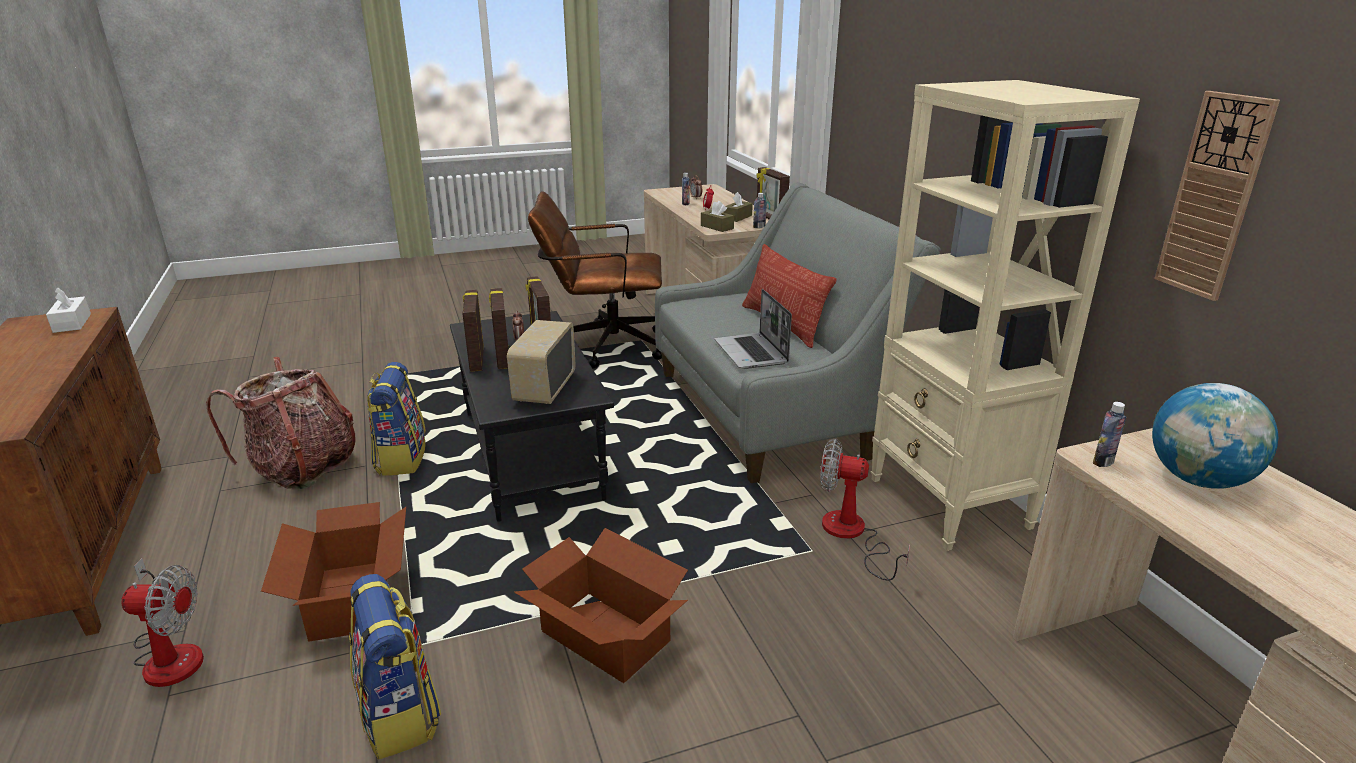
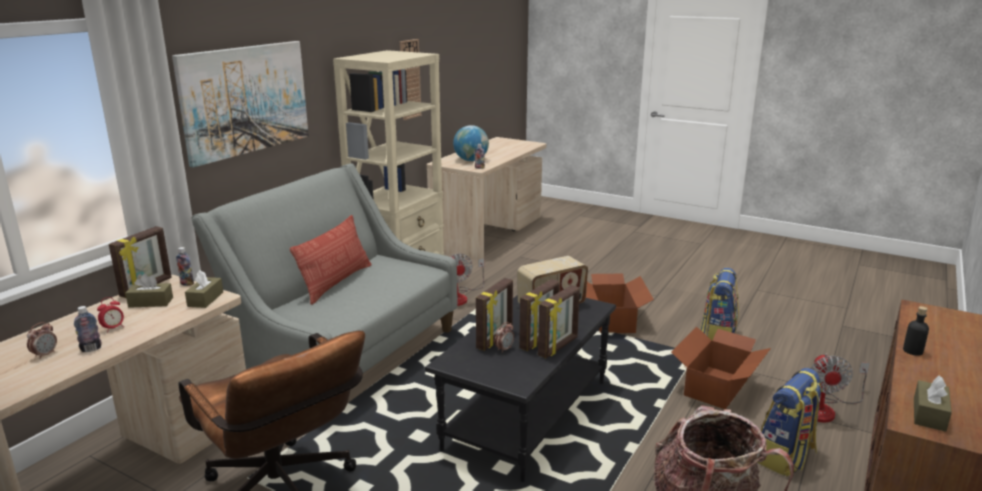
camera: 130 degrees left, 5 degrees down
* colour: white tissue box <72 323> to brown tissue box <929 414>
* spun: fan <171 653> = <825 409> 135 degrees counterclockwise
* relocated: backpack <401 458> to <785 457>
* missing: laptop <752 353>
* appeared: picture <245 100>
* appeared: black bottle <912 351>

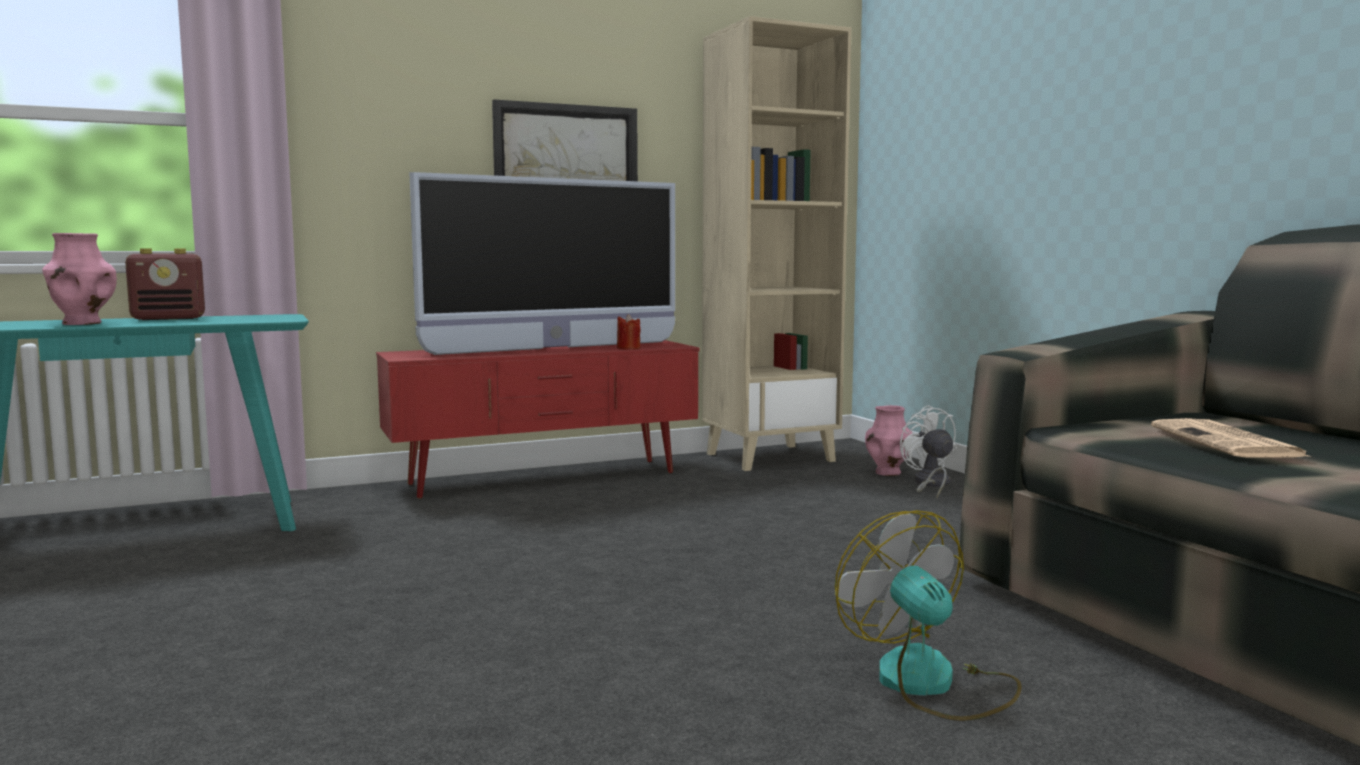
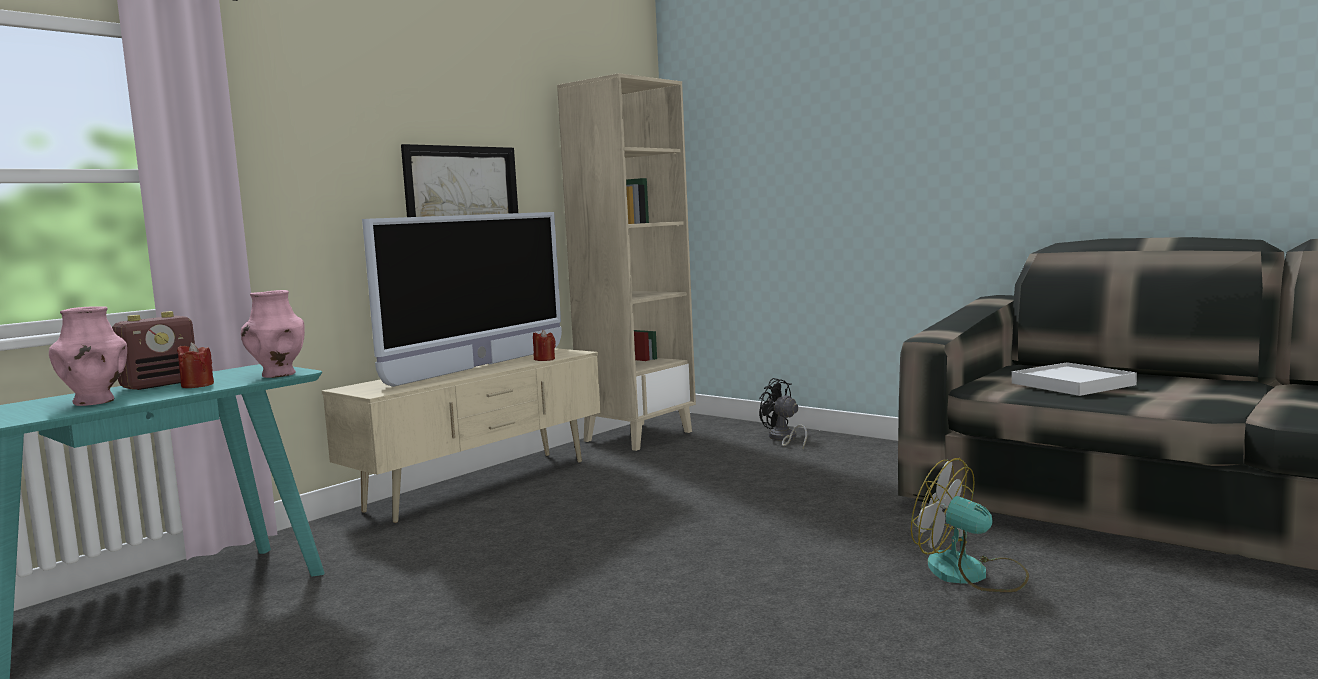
camera: 25 degrees left, 0 degrees up
* colour: red tv stand <544 479> to beige tv stand <481 485>
* relocated: pink vase <888 473> to <278 375>
* colour: white fan <930 484> to black fan <783 439>
* exchanged: newspaper <1228 442> to white tray <1073 384>
* appeared: red candle <197 385>

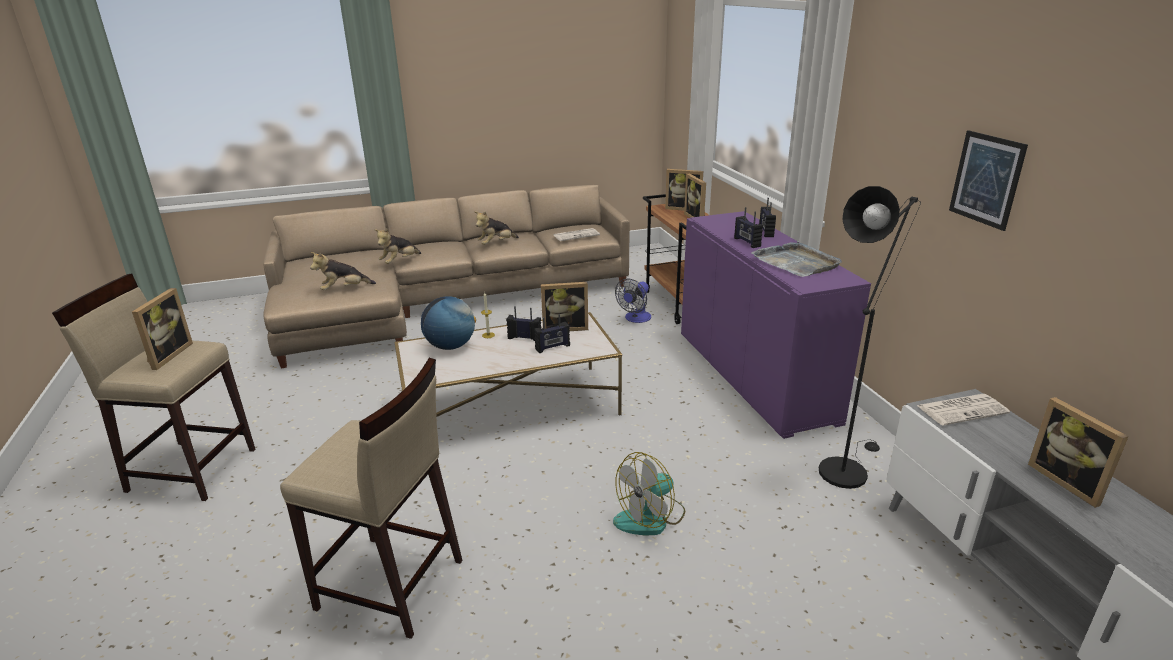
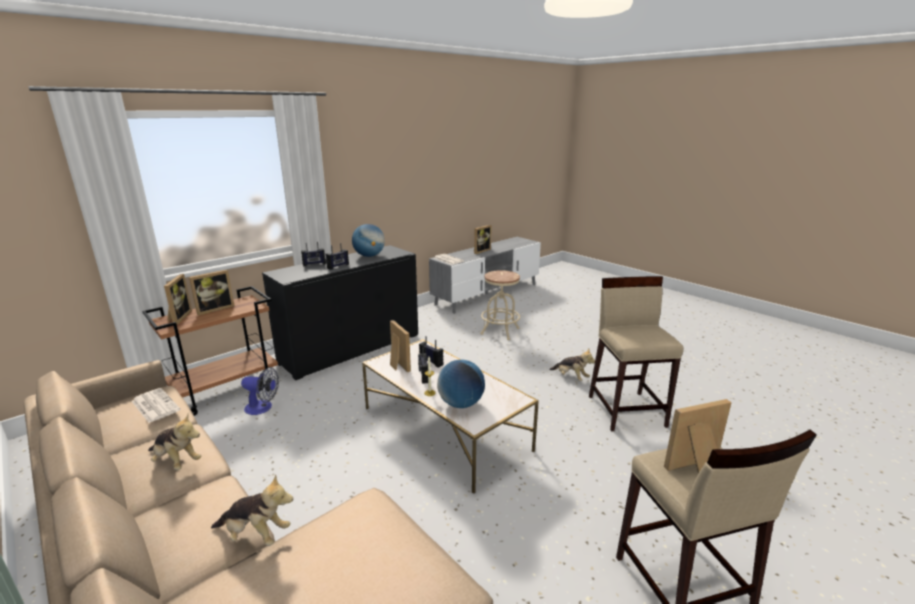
camera: 115 degrees left, 5 degrees down
* relocated: plush toy <344 289> to <571 377>
* missing: fan <650 517>
* colour: purple cabinet <754 375> to black cabinet <351 349>
* exchanged: grey tray <796 262> to globe <369 256>
* missing: black floor lamp <845 468>
* missing: picture <986 179>
* appeared: beige stool <500 331>

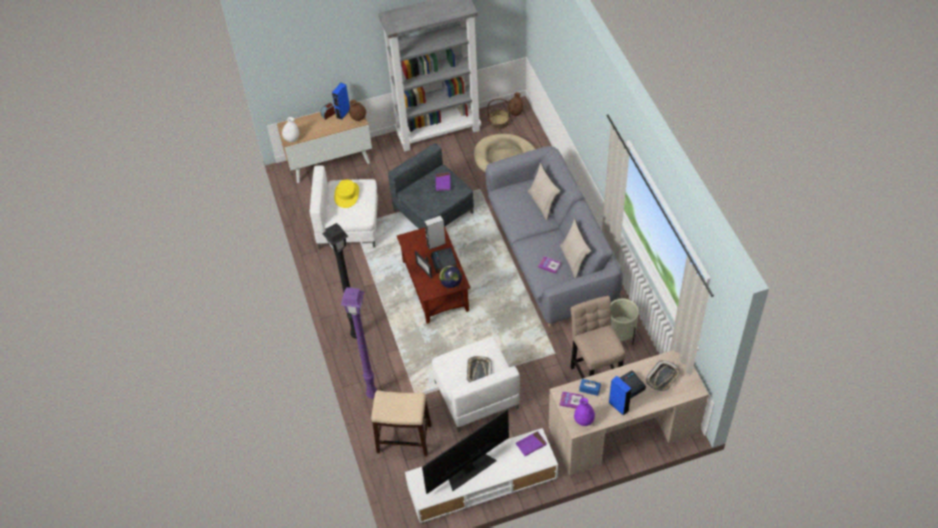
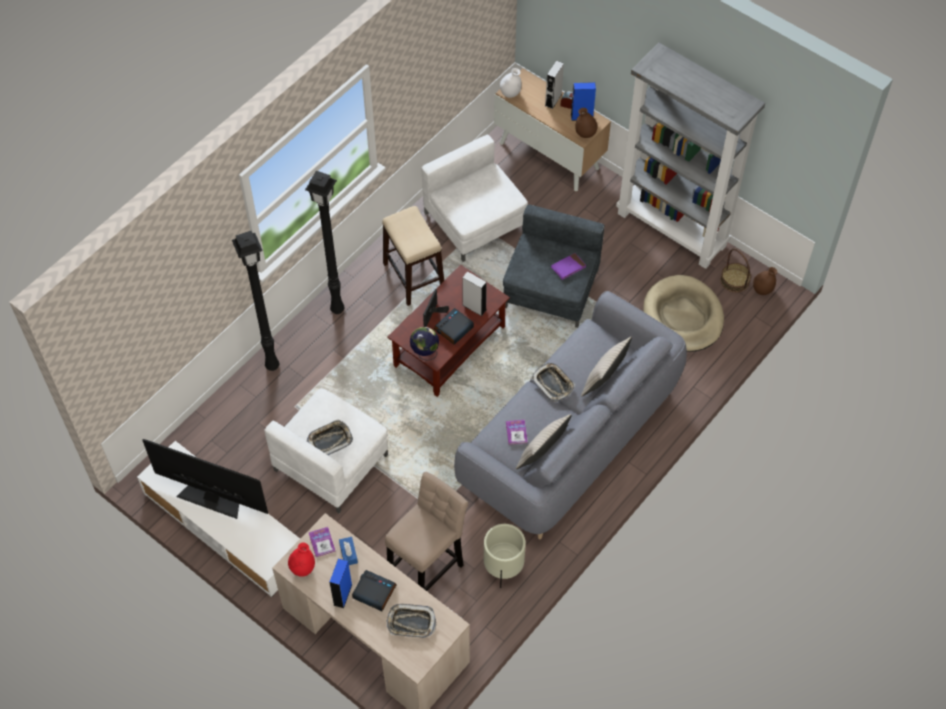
camera: 55 degrees right, 5 degrees up
* missing: yellow hat <347 195>
* colour: purple floor lamp <371 395> to black floor lamp <271 365>
* relocated: stool <403 438> to <413 276>
* missing: purple book <531 444>
* colour: purple vase <584 420> to red vase <303 568>
* appeared: tray <553 383>
* appeared: grey speaker <553 100>

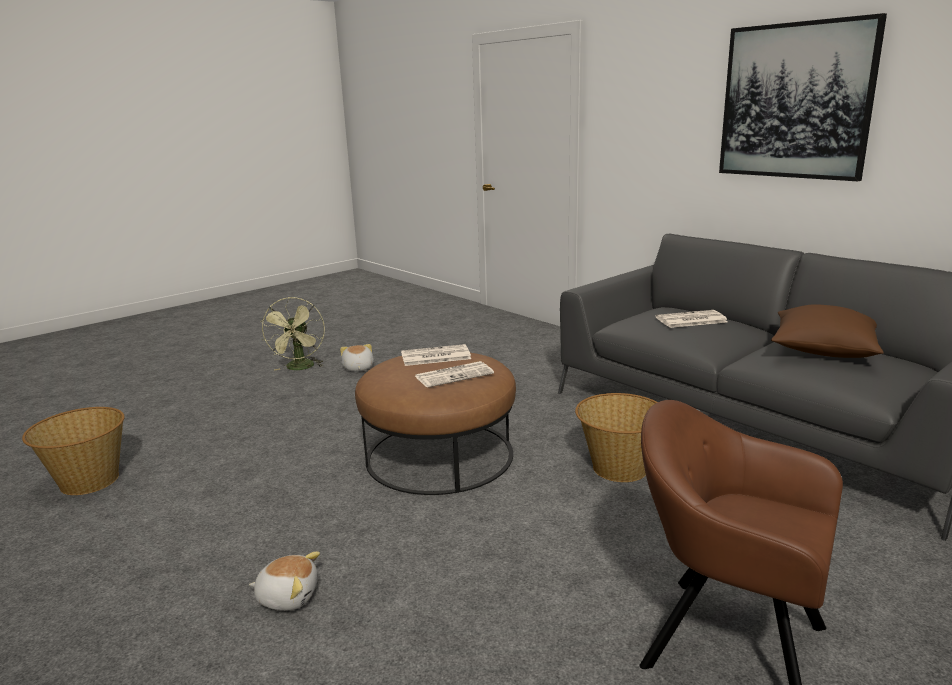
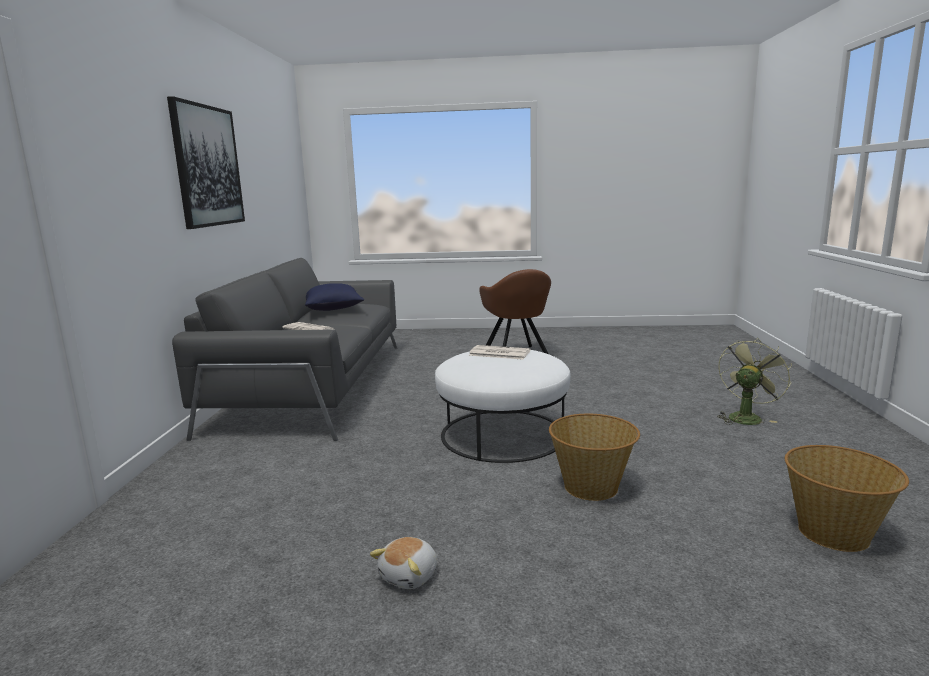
camera: 135 degrees left, 5 degrees down
* missing: plush toy <288 596>
* relocated: green fan <300 368> to <746 417>
* colour: brown ottoman <440 455> to white ottoman <503 434>
* missing: newspaper <435 356>
* relocated: basket <618 468> to <592 487>
* colour: brown pillow <823 351> to blue pillow <333 309>

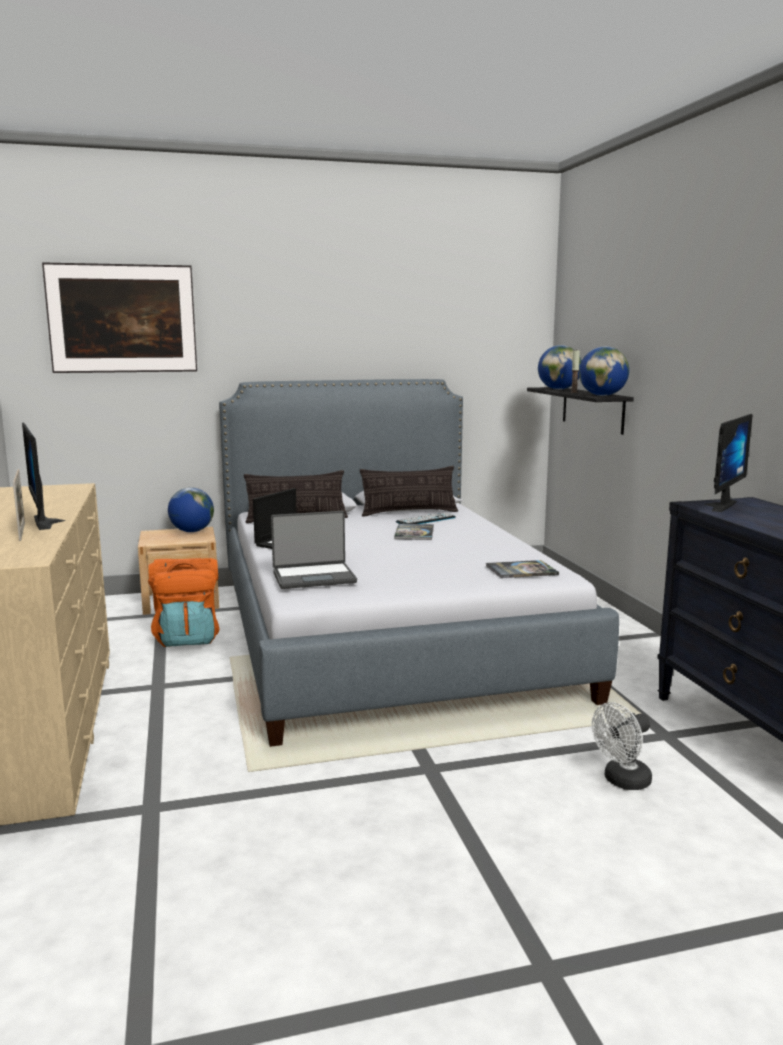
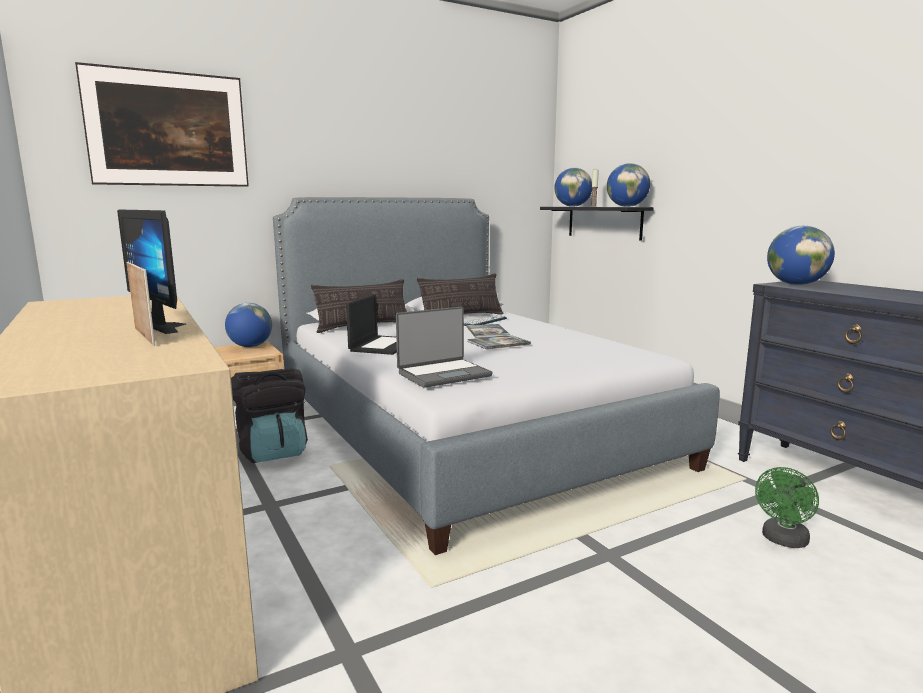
camera: 15 degrees left, 0 degrees up
* colour: orange backpack <187 638> to black backpack <273 452>
* relocated: book <521 570> to <498 343>
* colour: white fan <622 781> to green fan <783 541>
* exchanged: monitor <716 505> to globe <796 284>

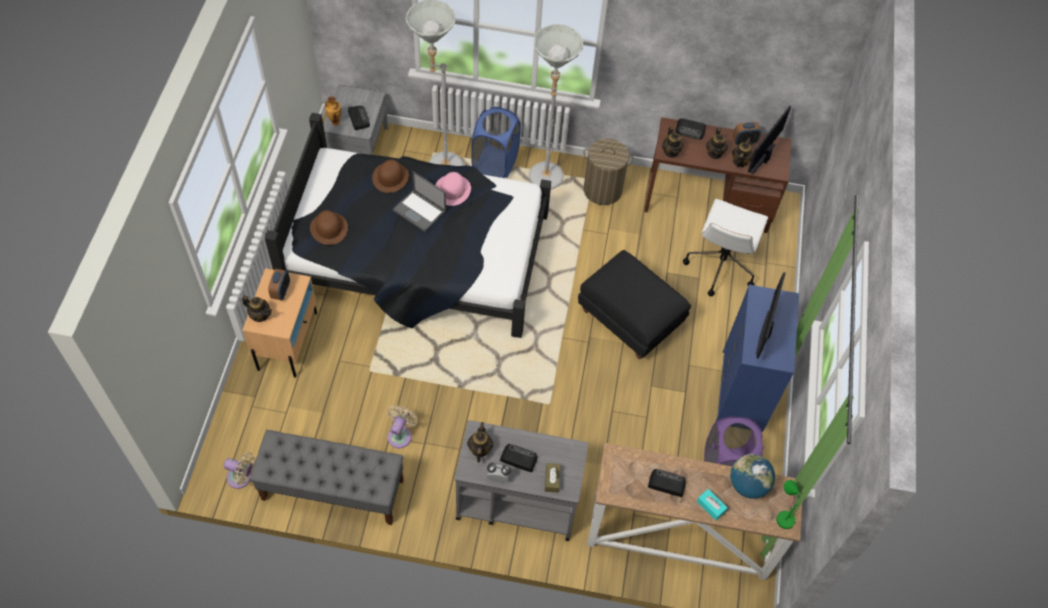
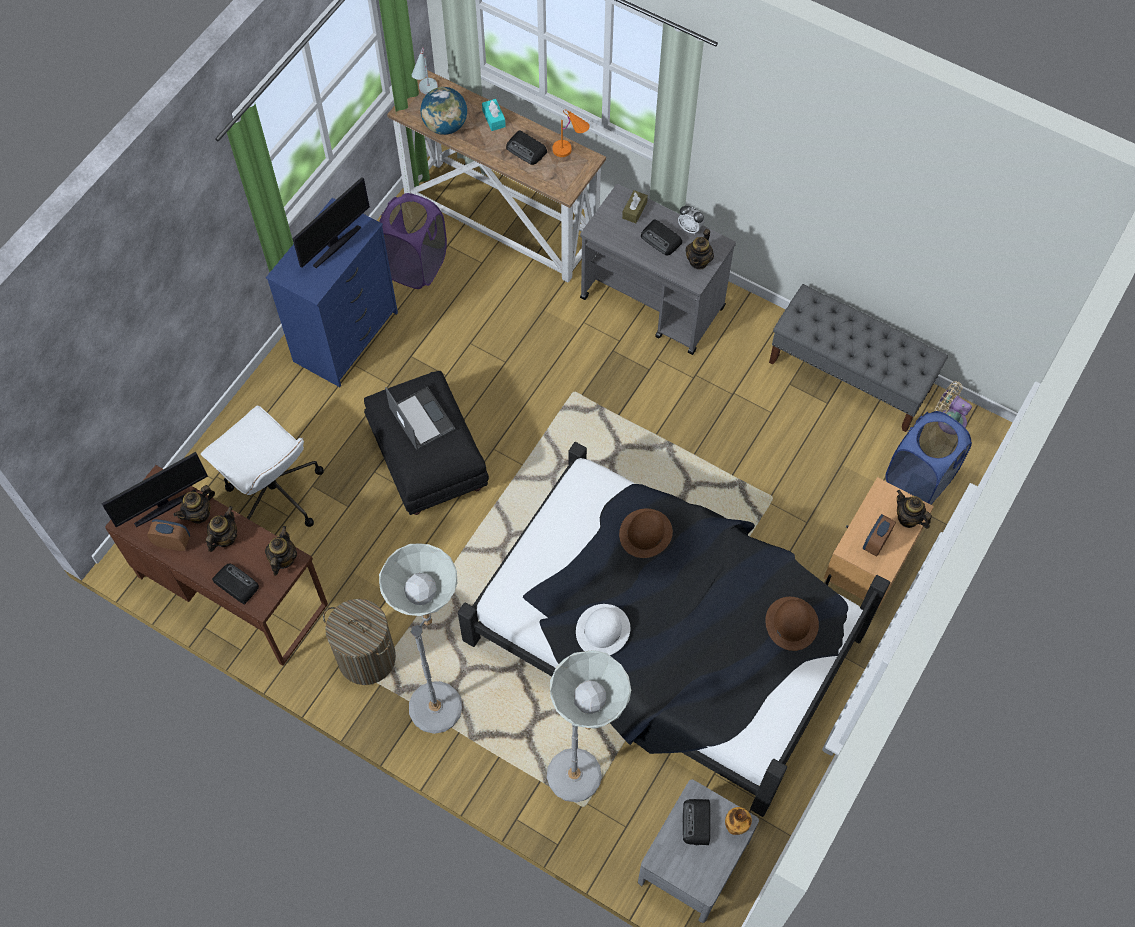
camera: 155 degrees left, 5 degrees up
* relocated: brown hat <390 177> to <645 533>
* missing: beige fan <400 434>
* relocated: laptop <420 211> to <421 418>
* colour: pink hat <452 190> to white hat <603 630>
* relocated: blue laundry basket <495 164> to <918 480>
* spun: white office chair <720 265> = <274 493> 90 degrees clockwise
* colour: green table lamp <783 512> to white table lamp <425 94>
* appeared: orange table lamp <570 151>

